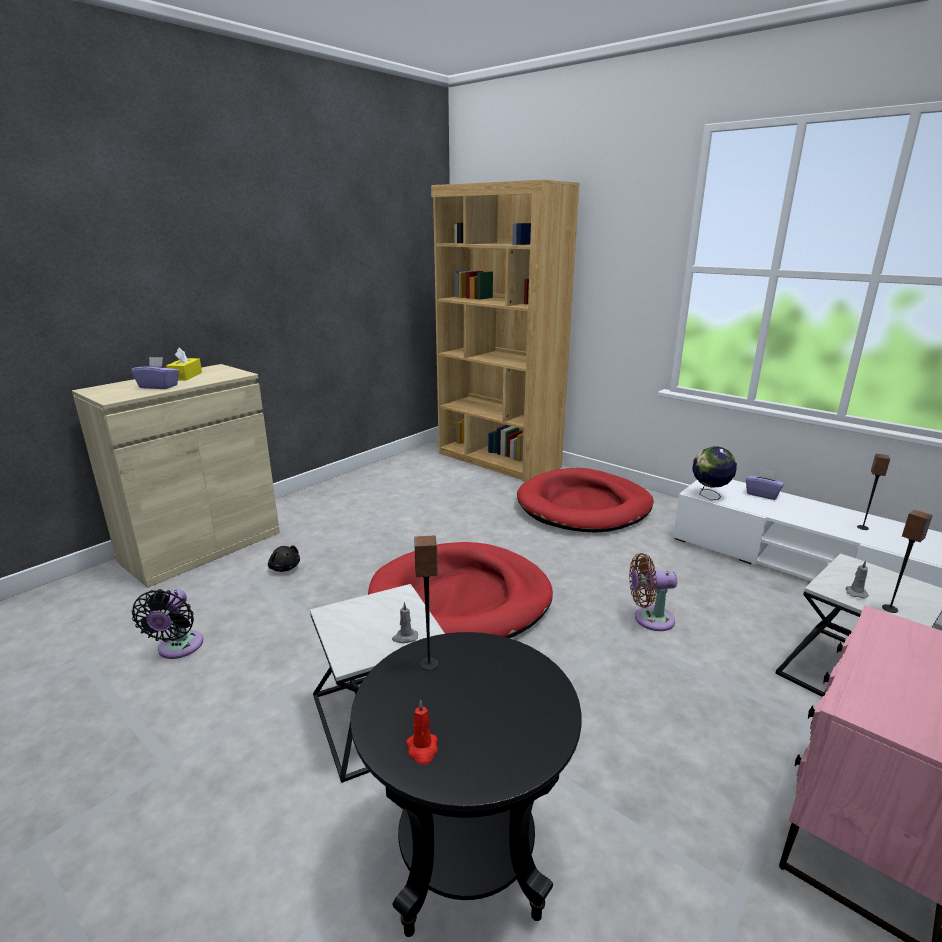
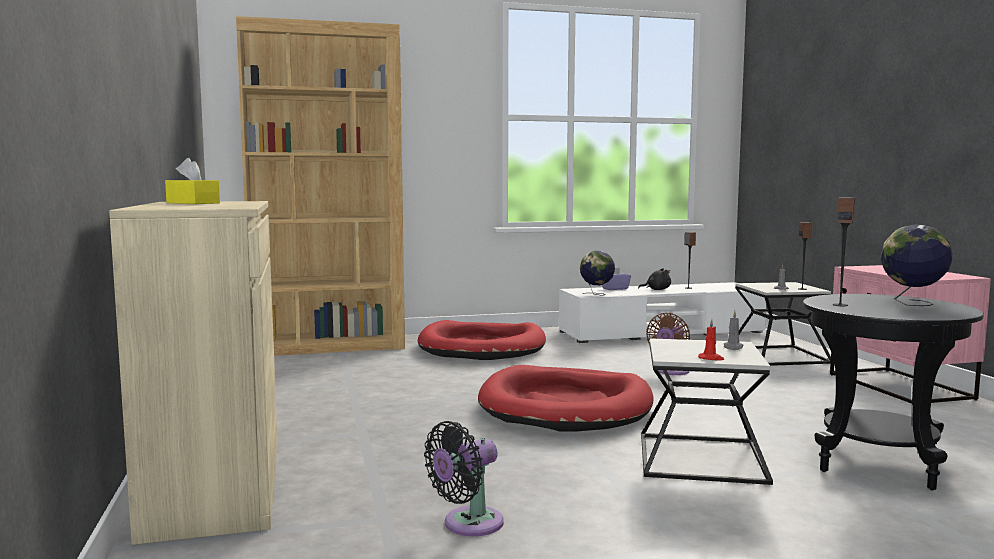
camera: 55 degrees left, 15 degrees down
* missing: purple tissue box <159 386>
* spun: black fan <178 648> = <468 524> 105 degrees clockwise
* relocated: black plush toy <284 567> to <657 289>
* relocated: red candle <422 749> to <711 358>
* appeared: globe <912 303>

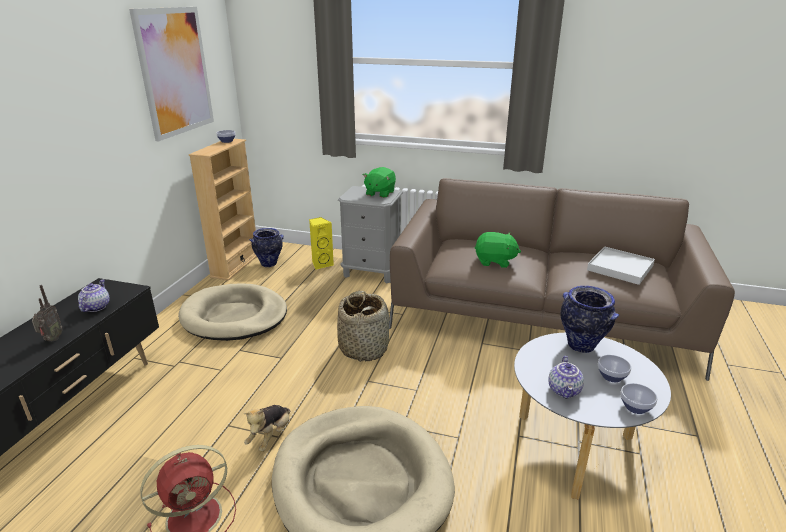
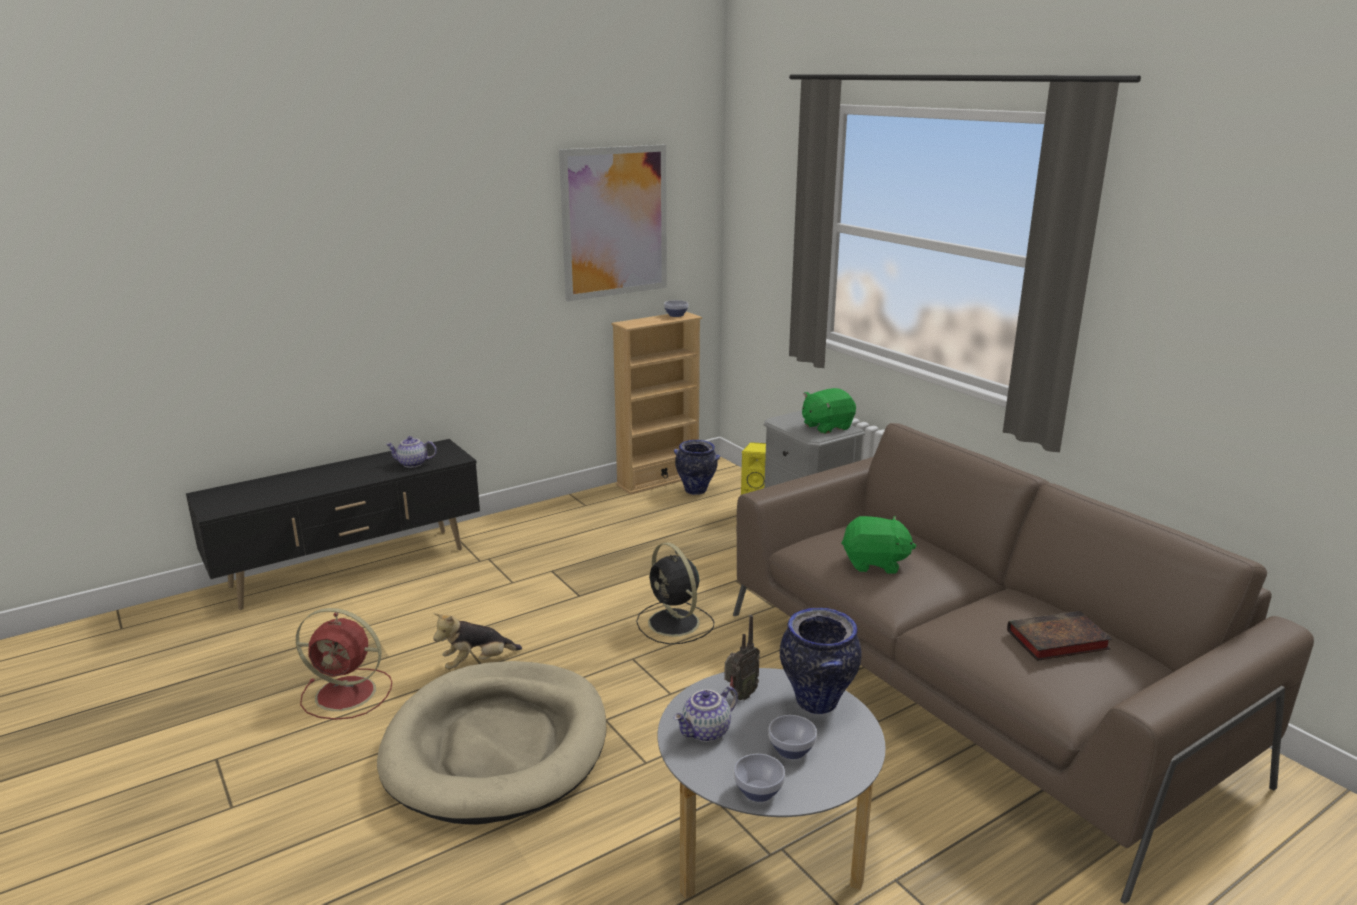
camera: 40 degrees right, 5 degrees down
* relocated: radio <51 340> to <739 696>
* spun: teapot <96 307> = <412 464> 135 degrees counterclockwise
* missing: beige dog bed <234 316>
* exchanged: basket <364 348> to black fan <675 624>
* spun: green plush toy <495 261> = <875 563> 45 degrees counterclockwise
* exchanged: white tray <620 268> to book <1056 641>

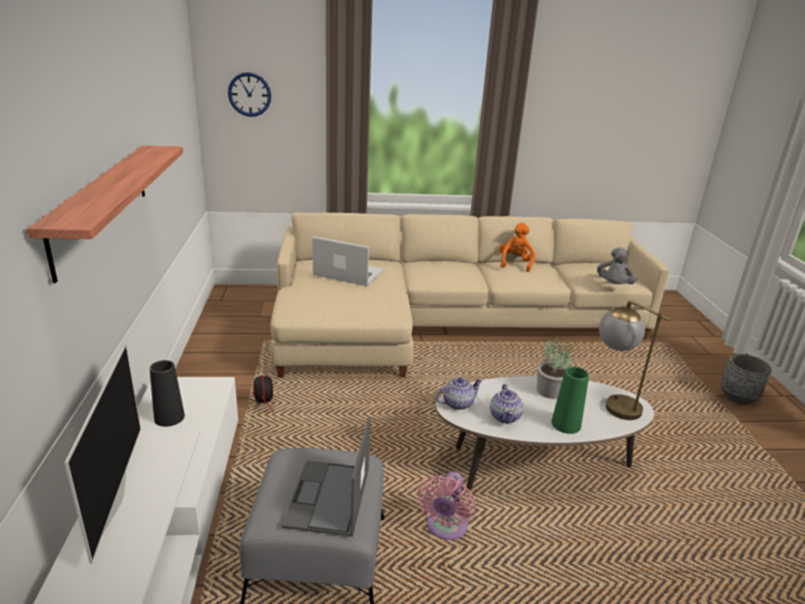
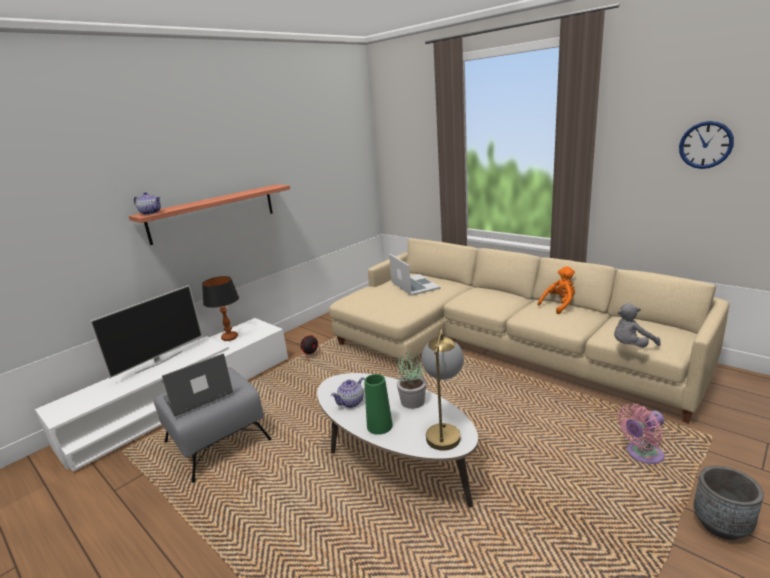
camera: 50 degrees right, 5 degrees down
* exchanged: black vase <169 417> to table lamp <230 337>
* relocated: wall clock <249 94> to <705 145>
* relocated: pink fan <445 528> to <642 454>
* relocated: teapot <457 403> to <150 213>

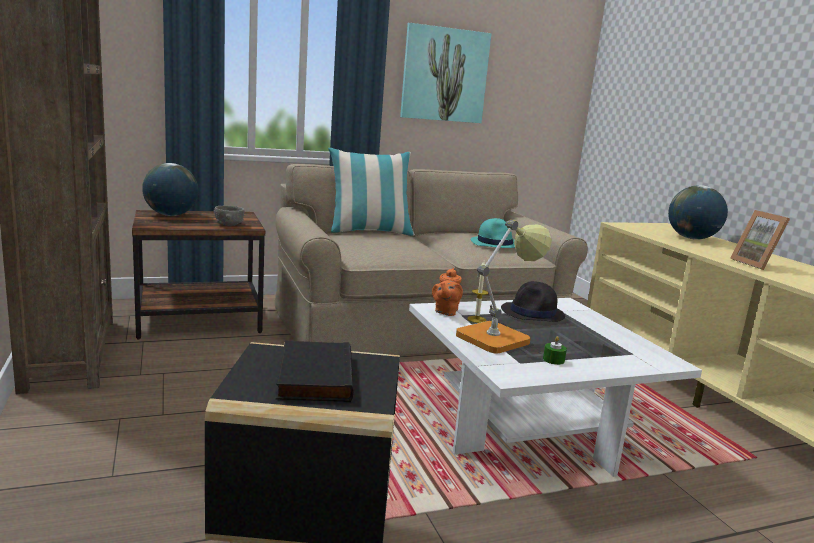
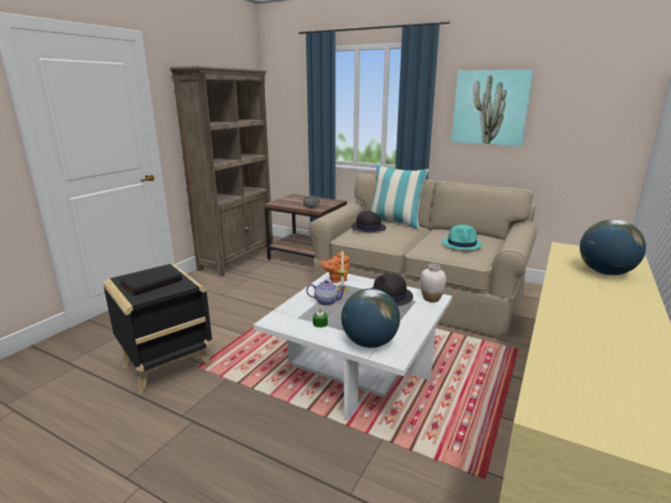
camera: 50 degrees right, 5 degrees up
* relocated: globe <171 215> to <370 343>
* exchanged: table lamp <498 337> to teapot <326 301>
* missing: picture frame <756 264>
* appeared: black hat <368 227>
* appeared: white vase <431 299>

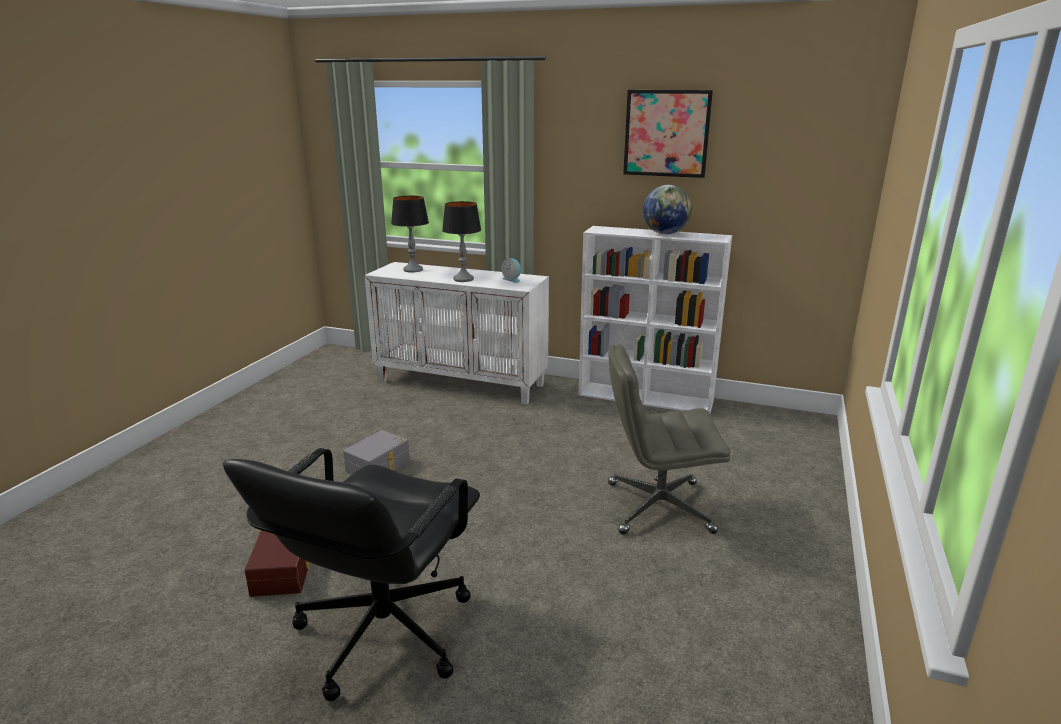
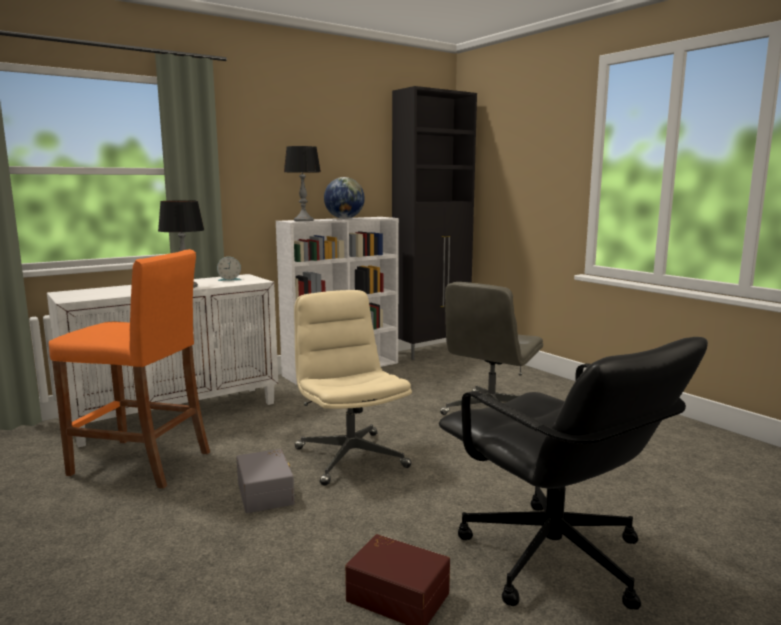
camera: 55 degrees left, 10 degrees down
* relocated: table lamp <413 270> to <303 220>
* missing: picture <666 133>
* appeared: orange stool <141 463>
* appeared: beige office chair <350 457>
* appeared: black cabinet <432 351>

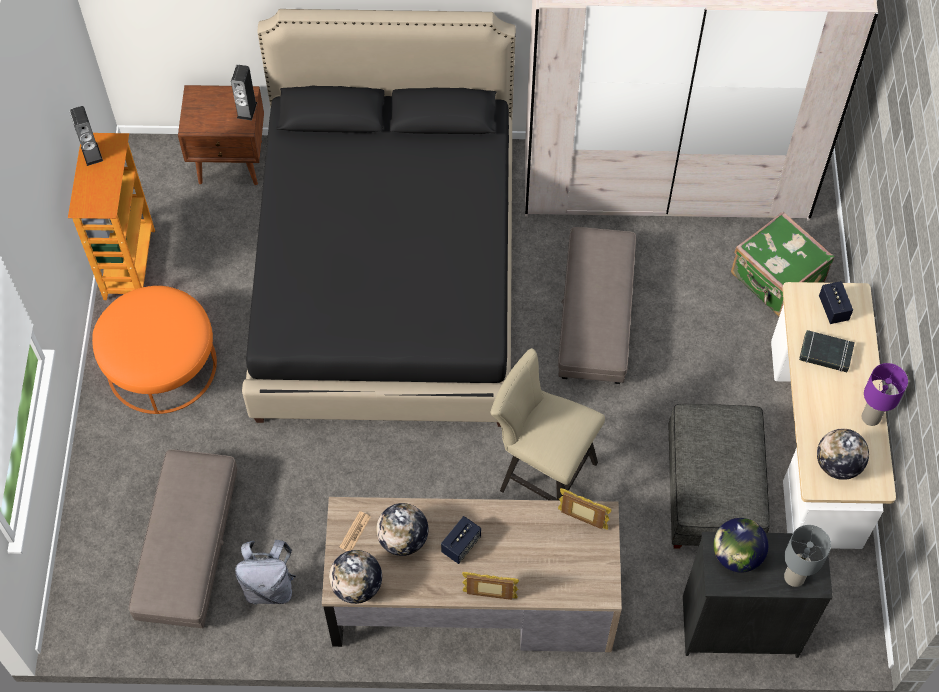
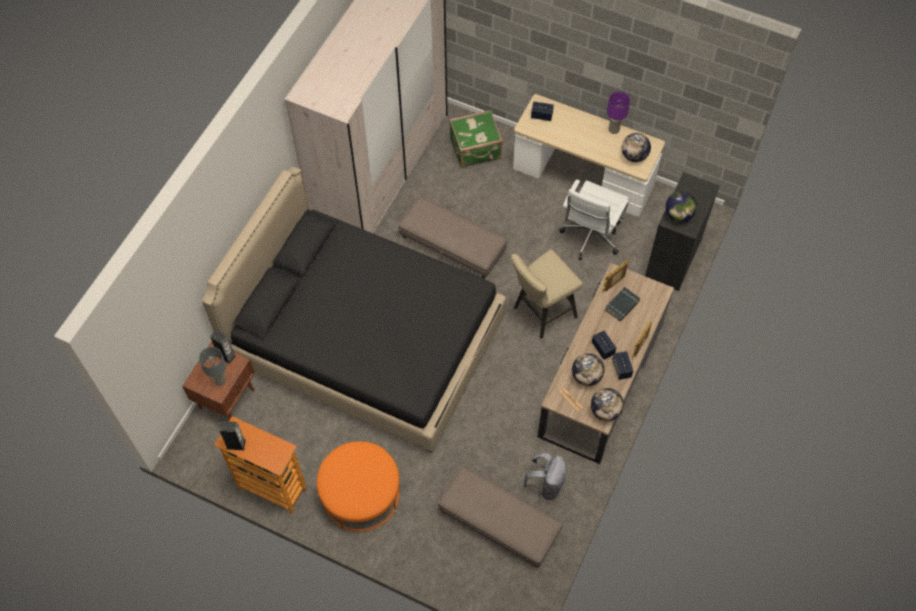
camera: 65 degrees left, 0 degrees up
* exchanged: grey ottoman <710 492> to white office chair <590 238>
* relocated: grey table lamp <793 577> to <220 380>
* relocated: black book <825 354> to <622 305>
* appeared: speaker <621 369>

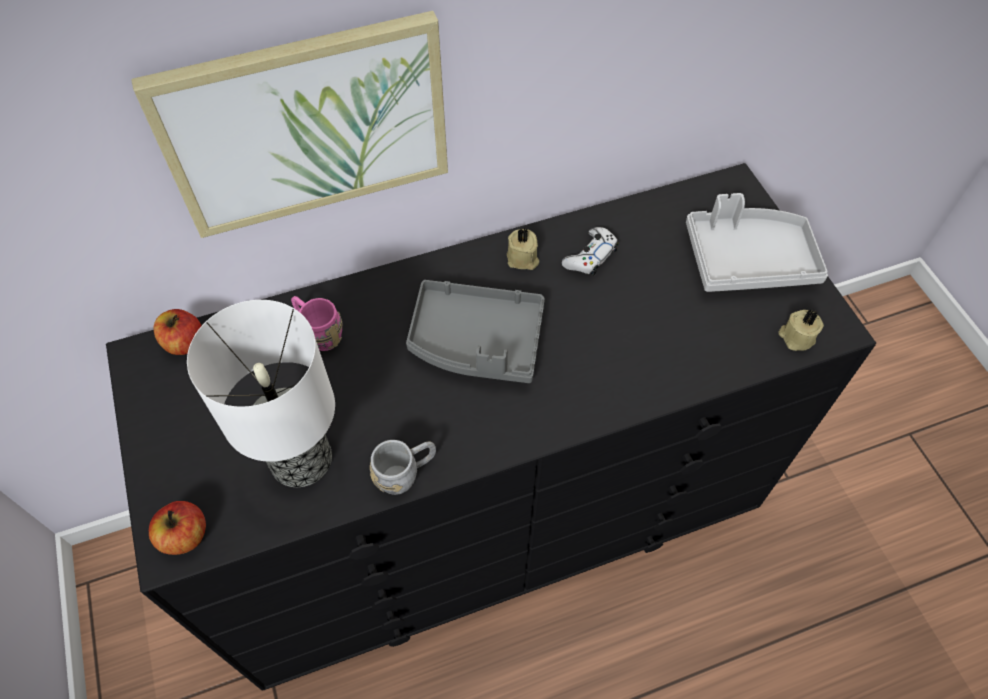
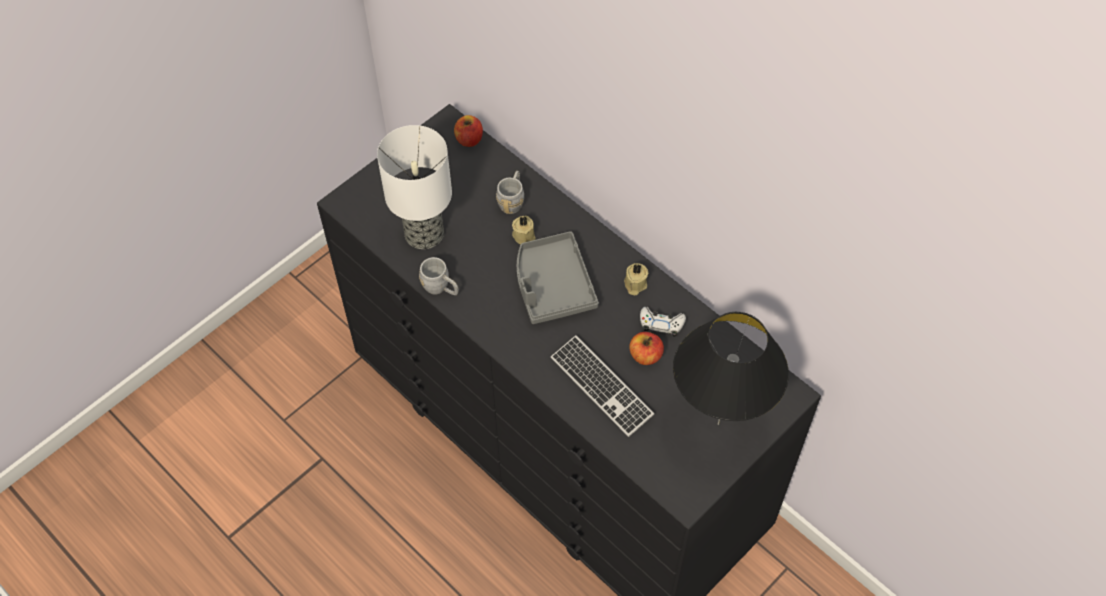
camera: 65 degrees right, 0 degrees up
* missing: picture <307 126>
* relocated: apple <185 536> to <645 356>
* colour: pink mug <318 333> to grey mug <512 200>
* exchanged: grey tray <748 259> to black table lamp <718 424>
* relocated: beige candle <796 337> to <524 235>
* appeared: keyboard <601 387>

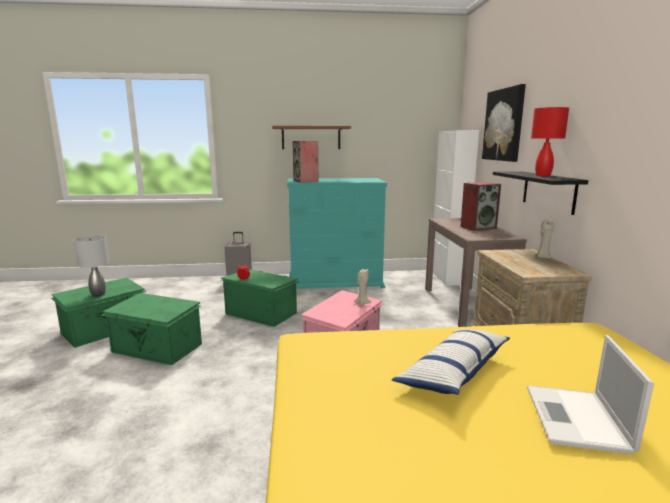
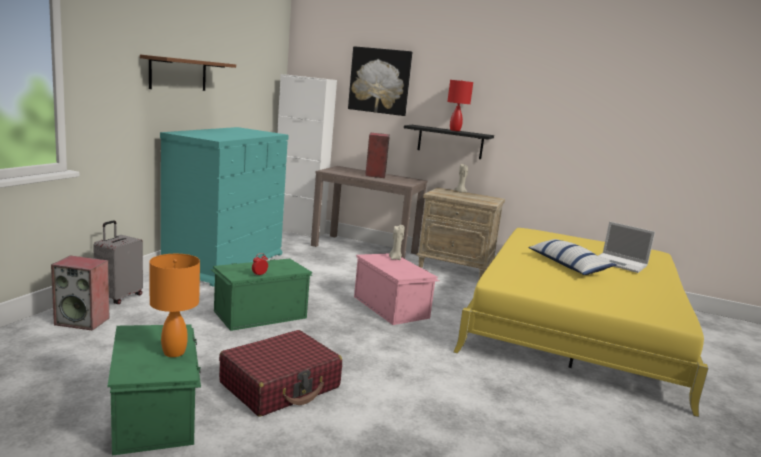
camera: 65 degrees left, 0 degrees up
* colour: grey table lamp <98 294> to orange table lamp <175 352>
* exchanged: green storage box <157 348> to red suitcase <280 385>
* relocated: speaker <306 181> to <83 321>

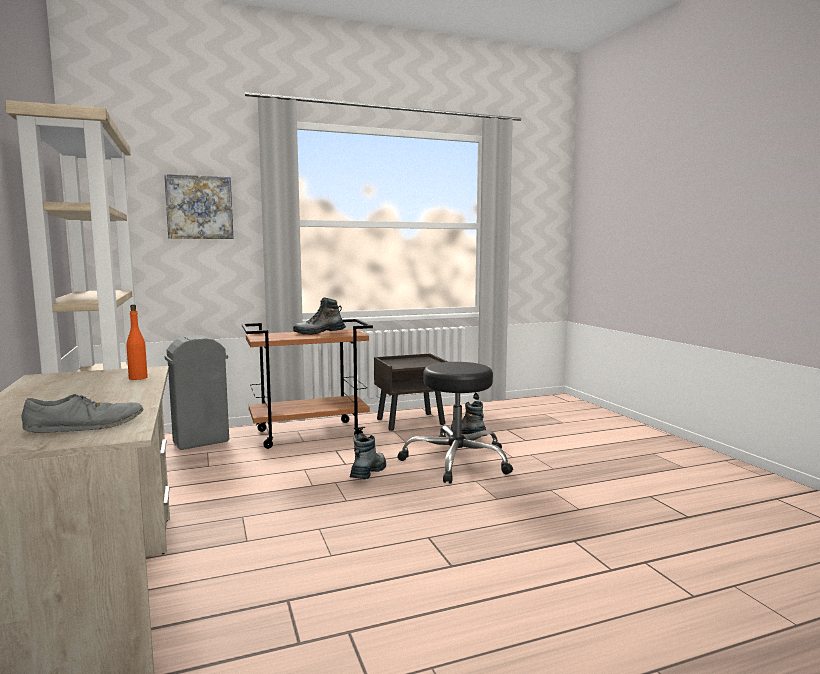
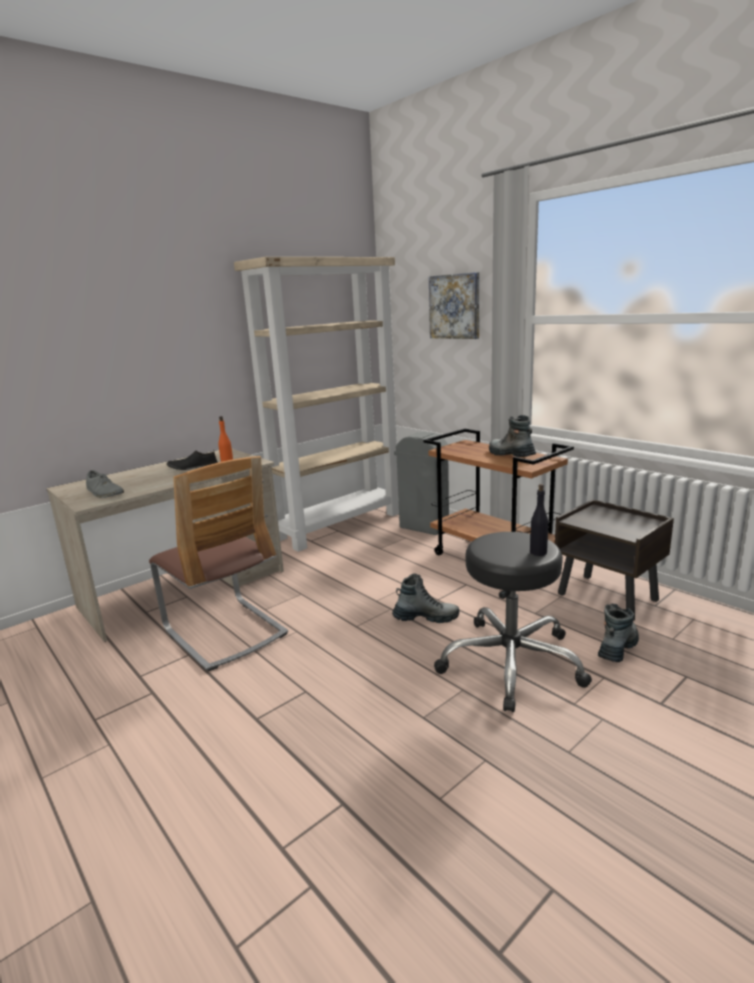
camera: 70 degrees right, 10 degrees up
* appeared: chair <225 632>
* appeared: black shoe <193 467>
* appeared: black bottle <538 552>

